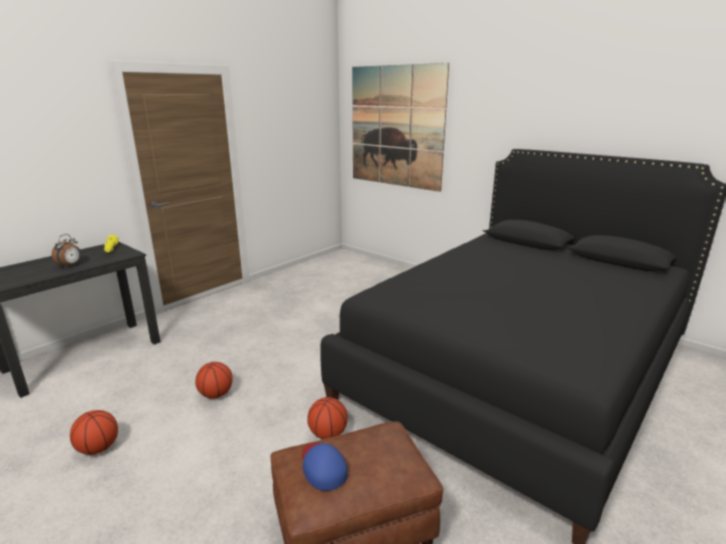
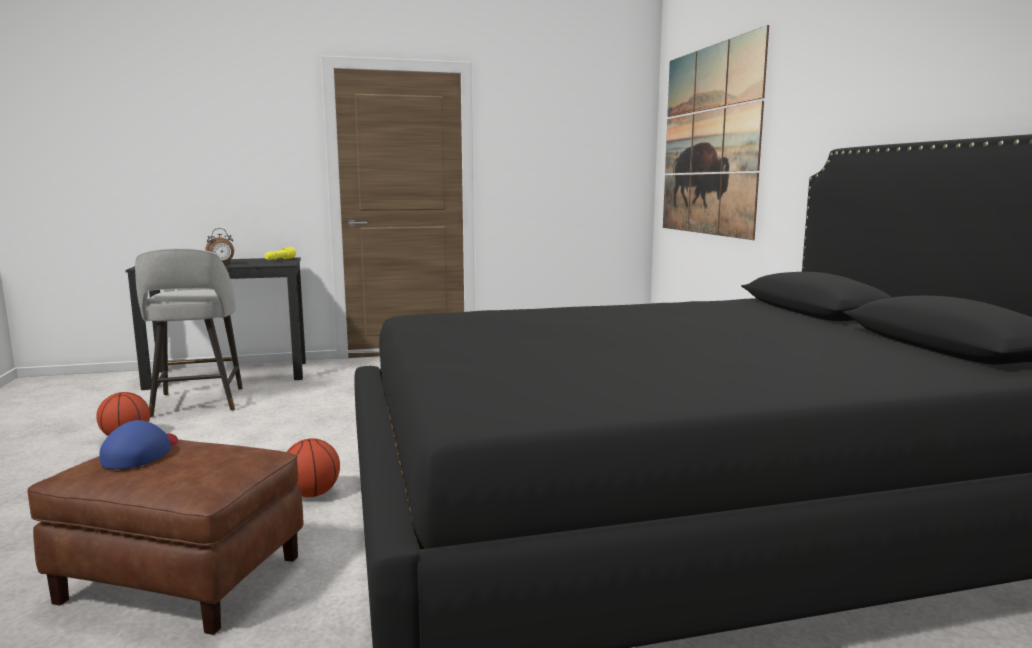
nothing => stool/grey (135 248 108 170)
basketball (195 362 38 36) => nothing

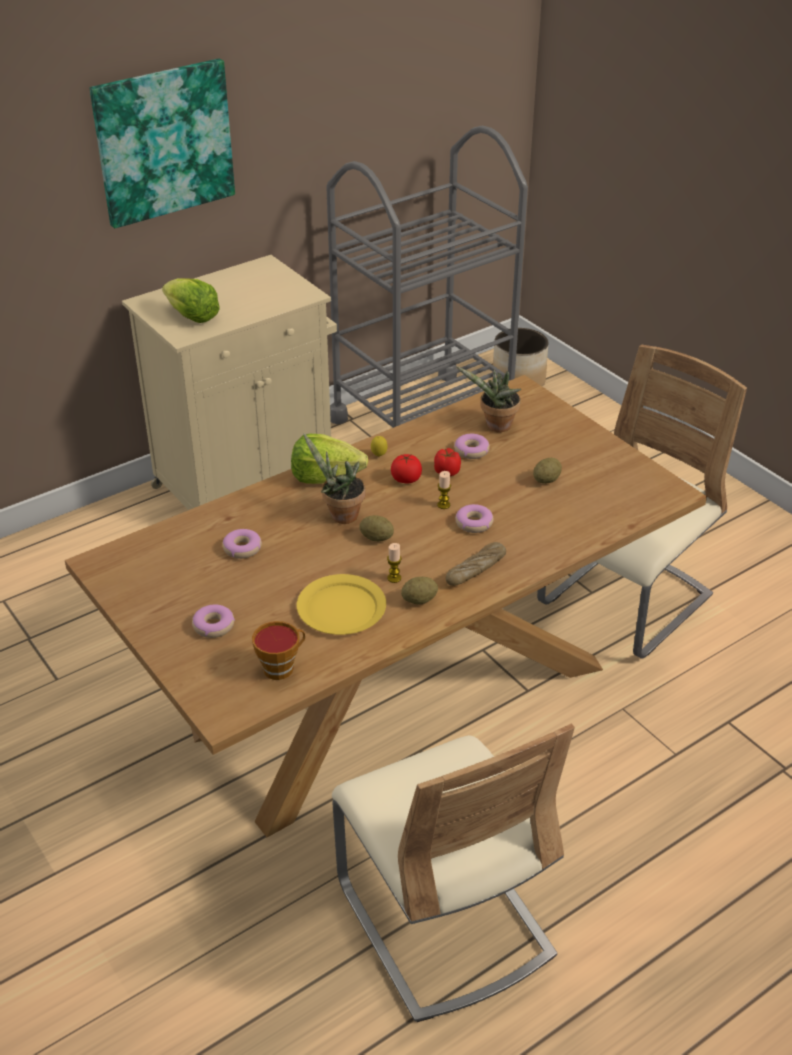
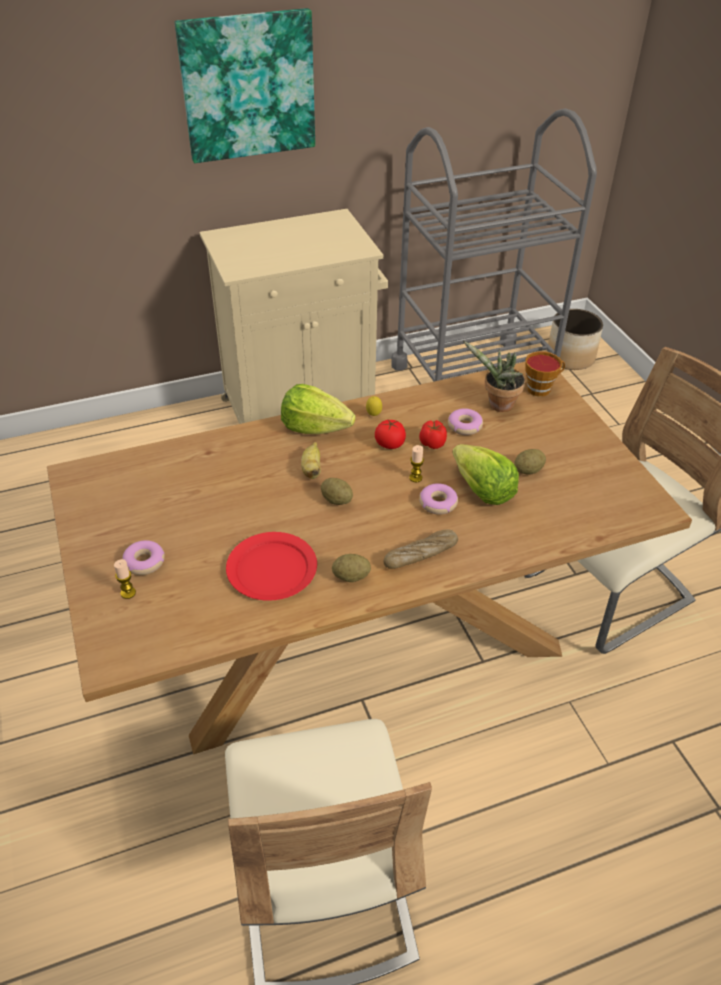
candle (387 543 15 40) => candle (114 559 22 40), shifted
plate/yellow (297 574 89 61) => plate/red (226 532 91 69)
potted plant (303 433 63 91) => banana (301 442 20 37)
lettuce (162 278 57 45) => lettuce (453 444 66 61), shifted
cup (252 621 53 59) => cup (526 351 39 46), shifted
donut (222 529 40 30) => nothing

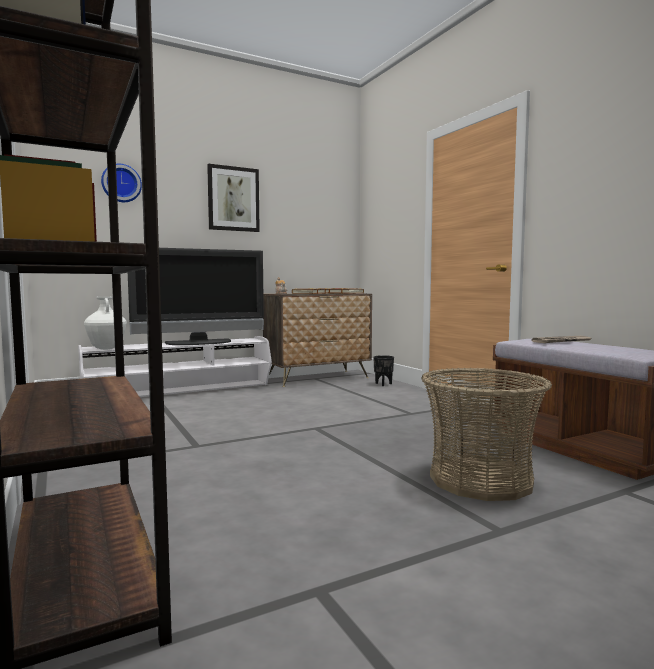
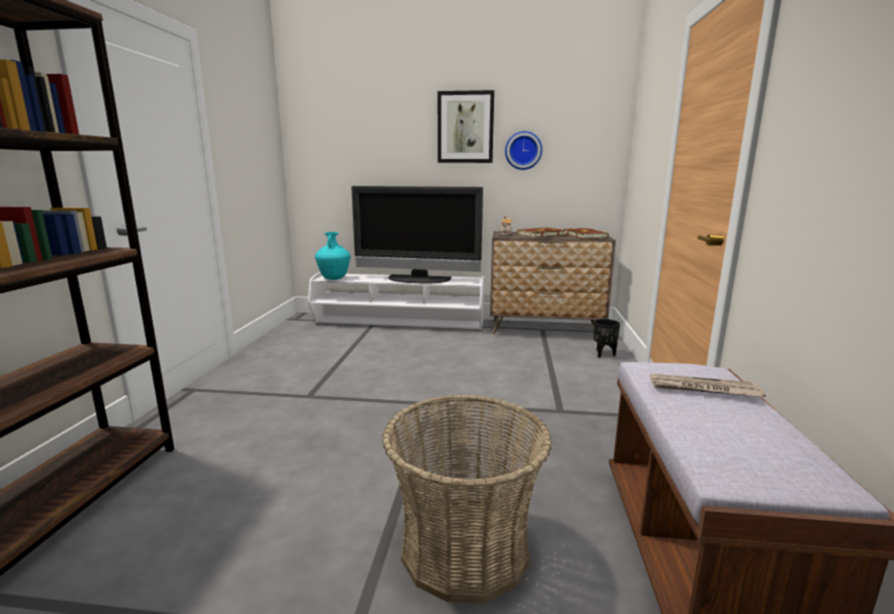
vase/white (84 296 43 54) => vase/turquoise (315 232 36 48)
wall clock (101 164 41 38) => wall clock (505 131 37 39), shifted

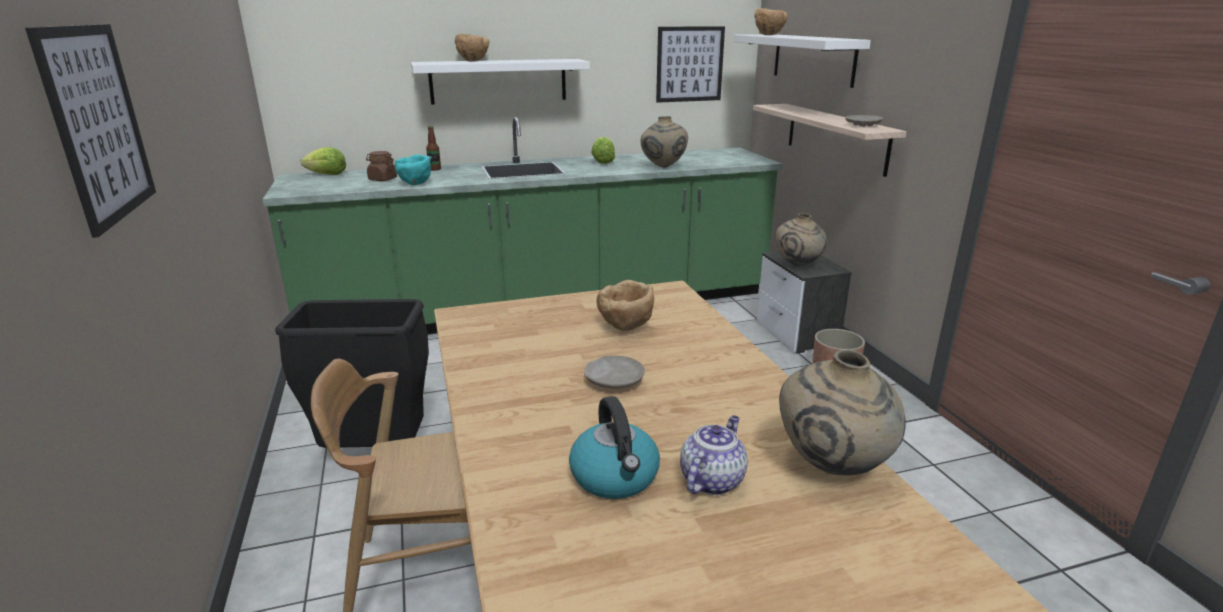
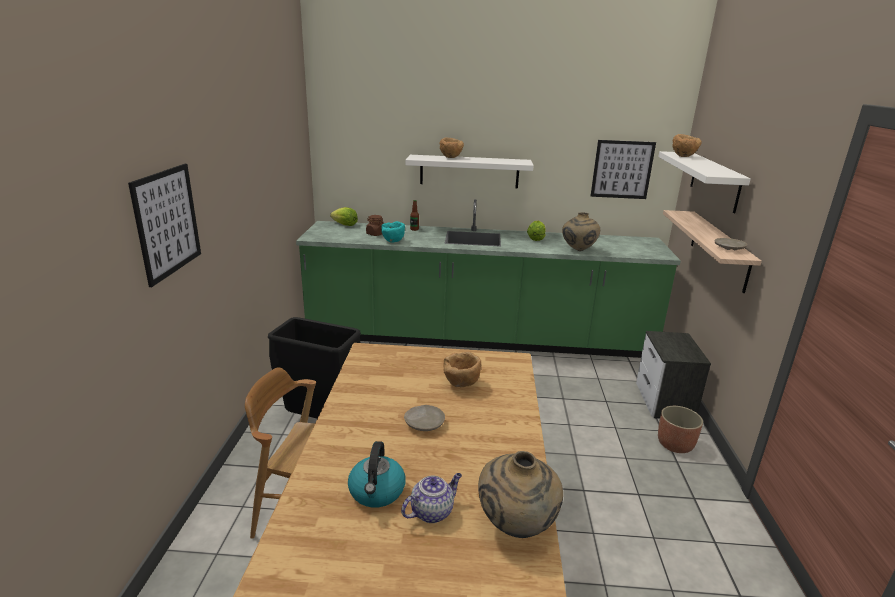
vase/beige (775 213 52 53) => nothing

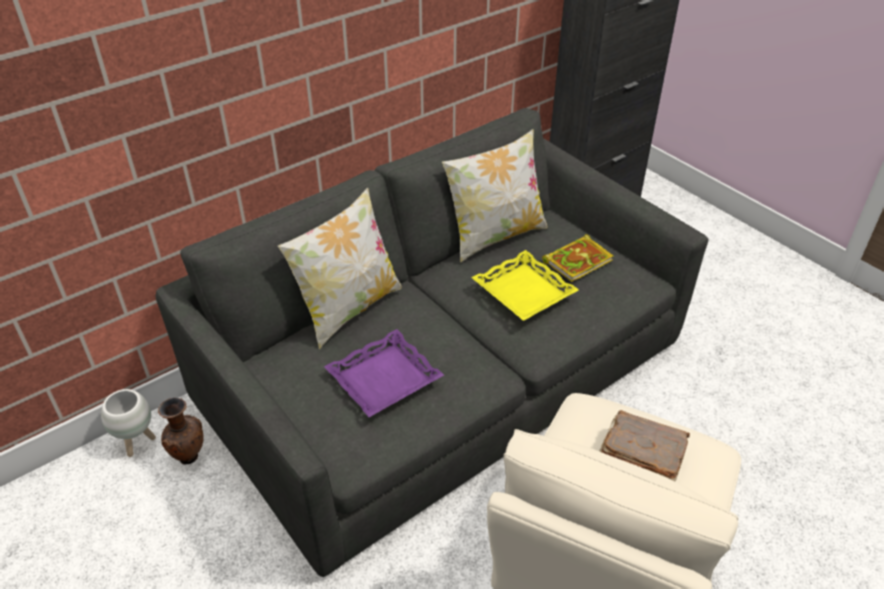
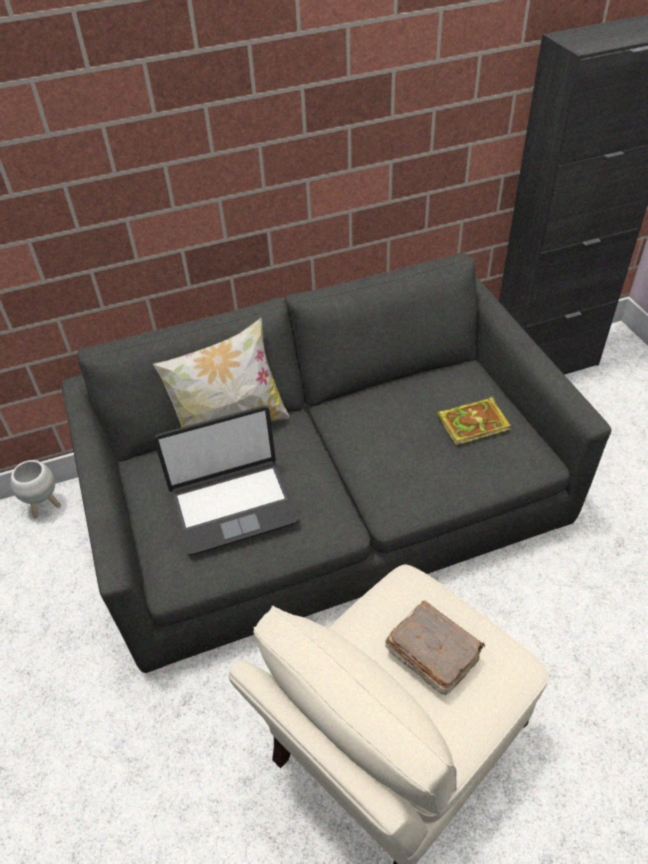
tray/purple (324 329 120 88) => laptop (154 406 145 149)
vase/brown (158 398 45 67) => nothing
pillow (442 129 106 133) => nothing
tray/yellow (471 250 108 71) => nothing

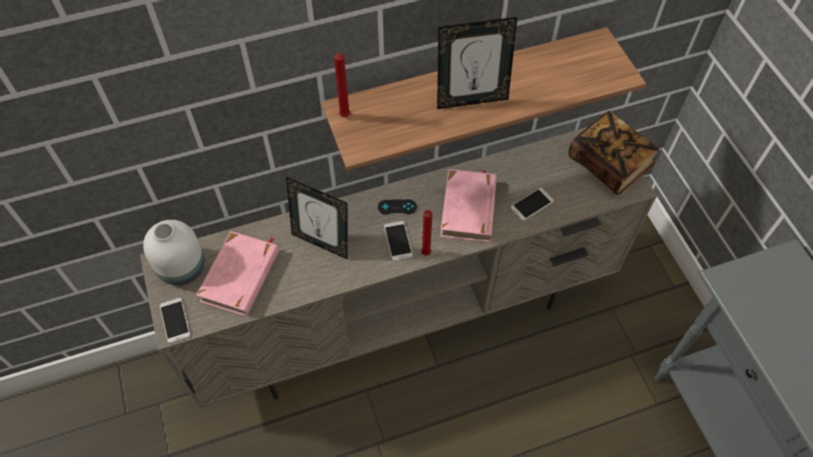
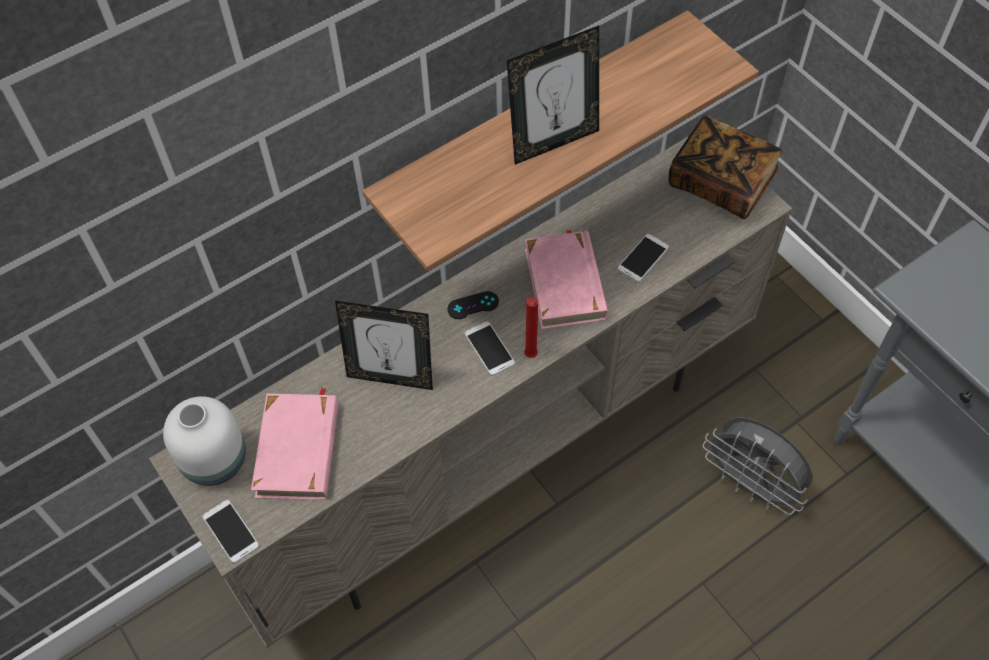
nothing => fan/grey (702 417 111 98)
candle/red (334 53 16 64) => nothing

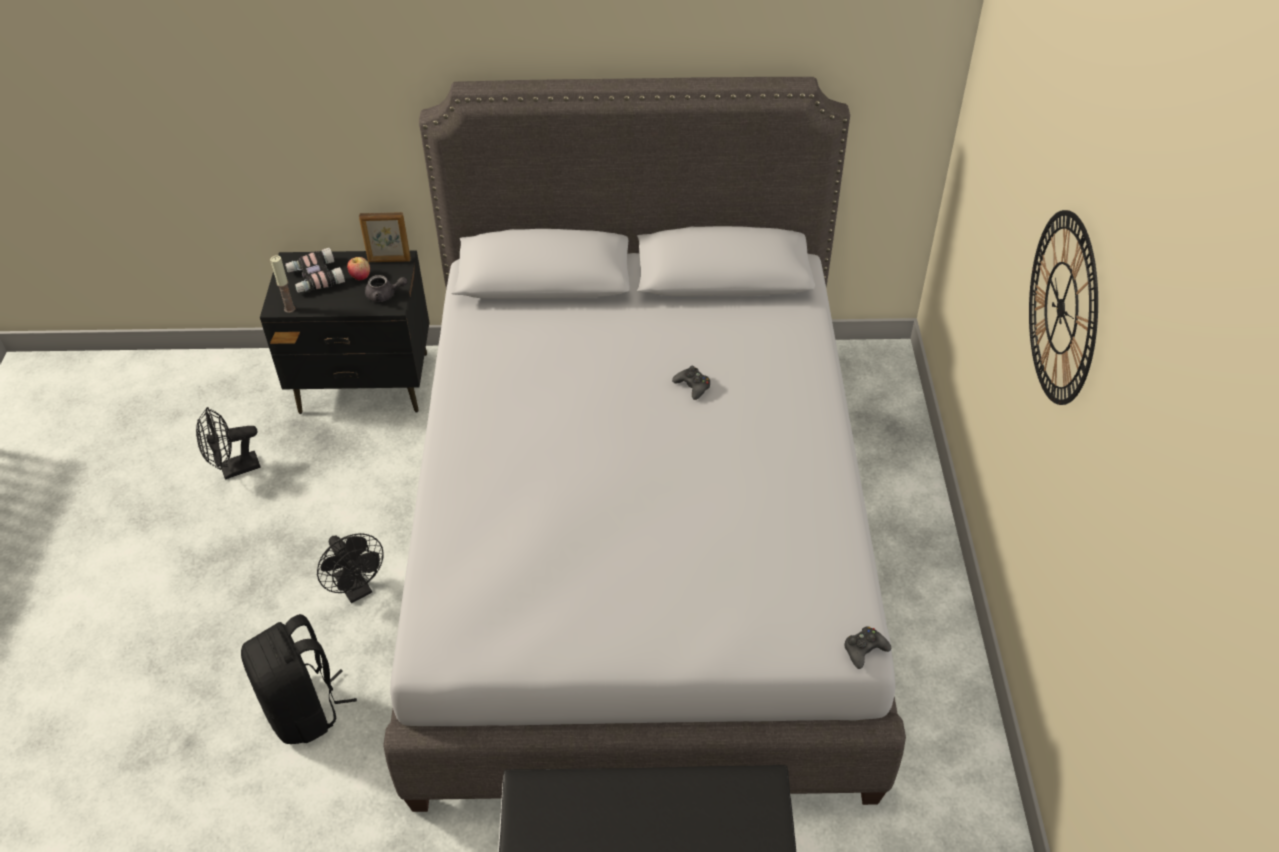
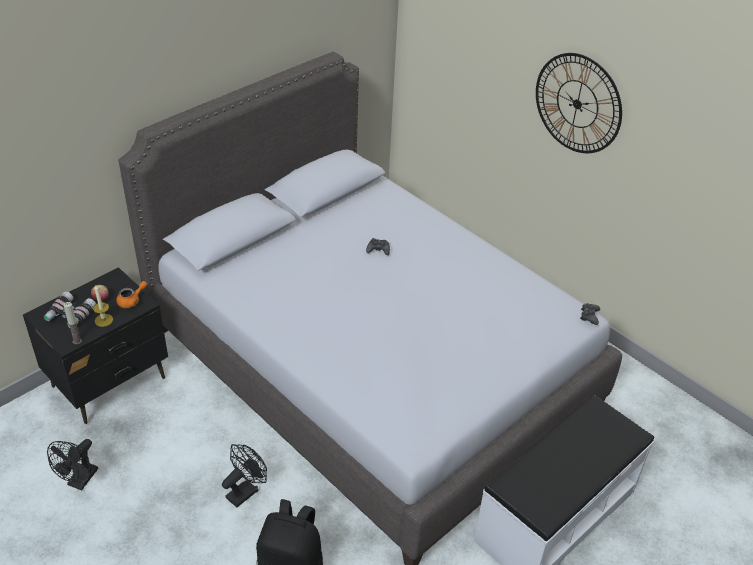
nothing => candle (93 285 20 42)
teapot/grey (365 275 43 27) => teapot/orange (116 281 31 27)
fan/black (317 533 67 70) => fan/black (222 444 45 64), 60 degrees counterclockwise
picture frame (359 212 52 50) => nothing

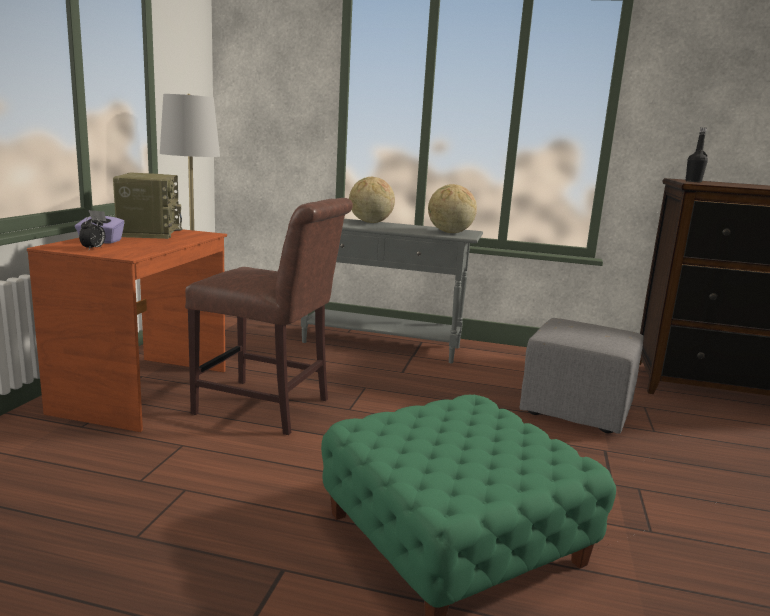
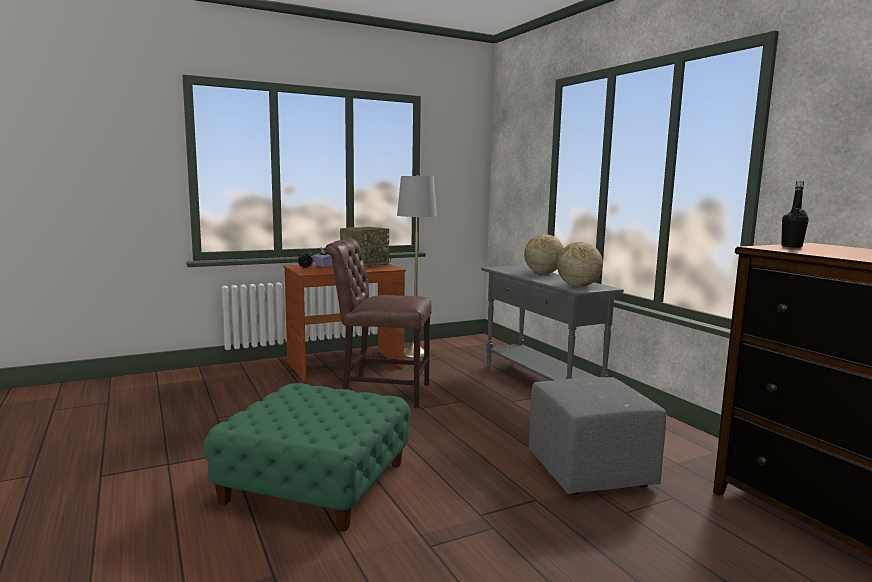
chair/brown (185 198 168 237) => chair/brown (326 238 106 170), 120 degrees clockwise

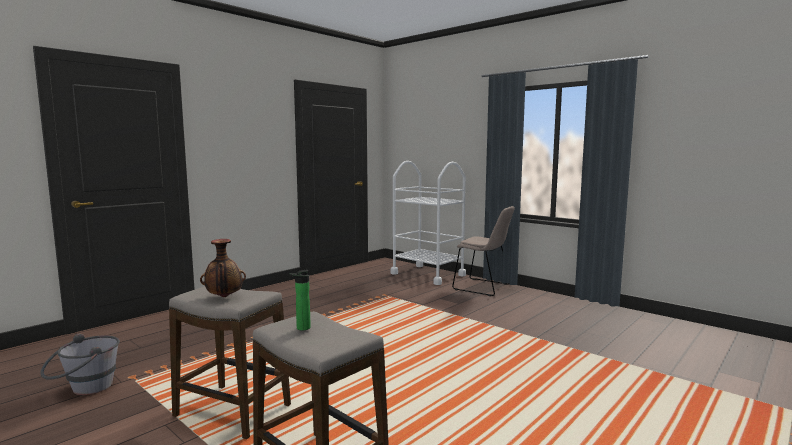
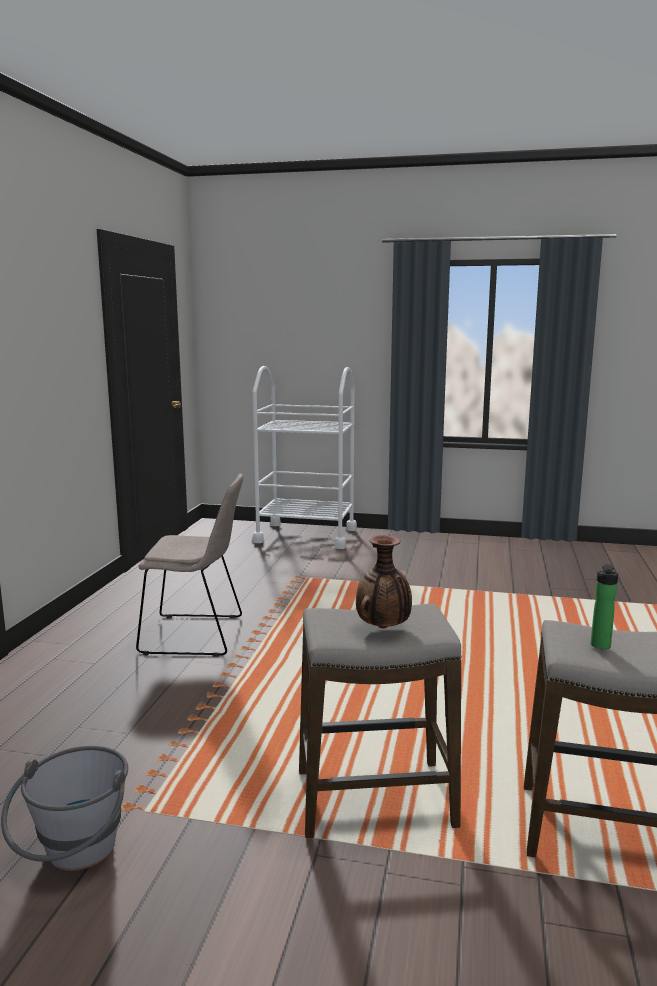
chair/beige (452 206 63 90) => chair/beige (136 474 107 183), shifted

